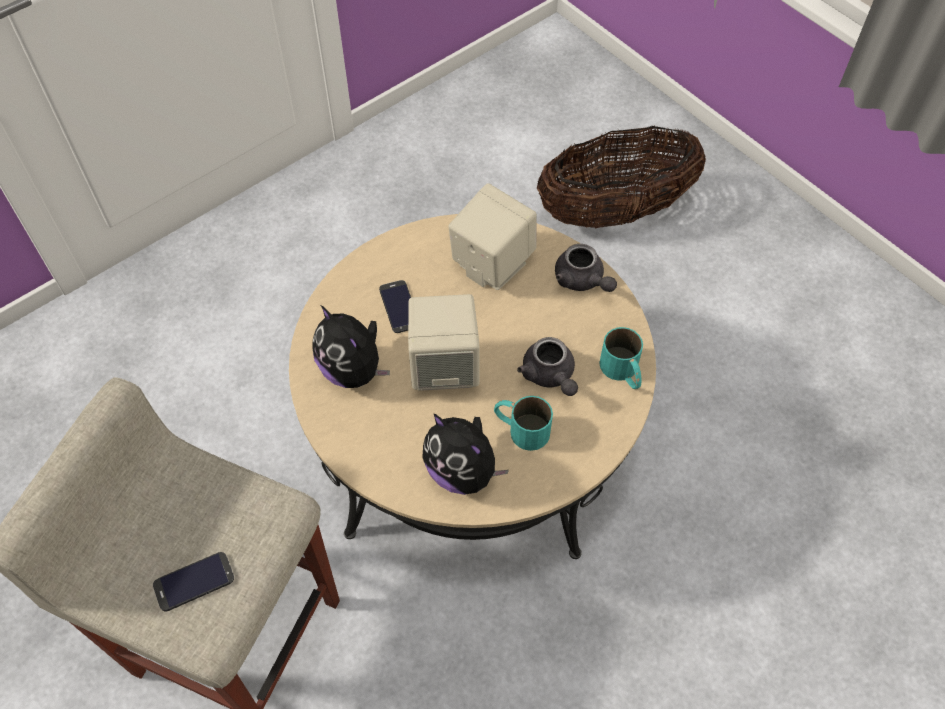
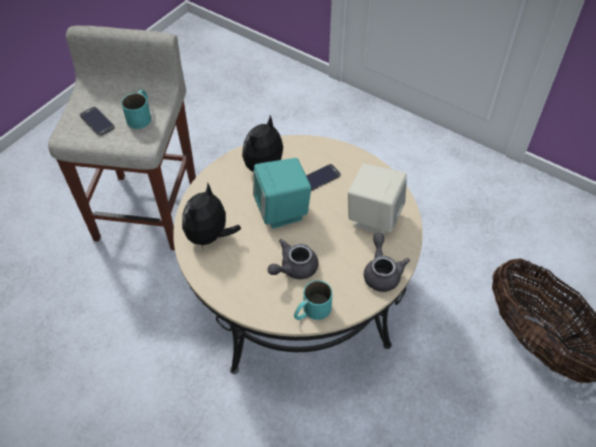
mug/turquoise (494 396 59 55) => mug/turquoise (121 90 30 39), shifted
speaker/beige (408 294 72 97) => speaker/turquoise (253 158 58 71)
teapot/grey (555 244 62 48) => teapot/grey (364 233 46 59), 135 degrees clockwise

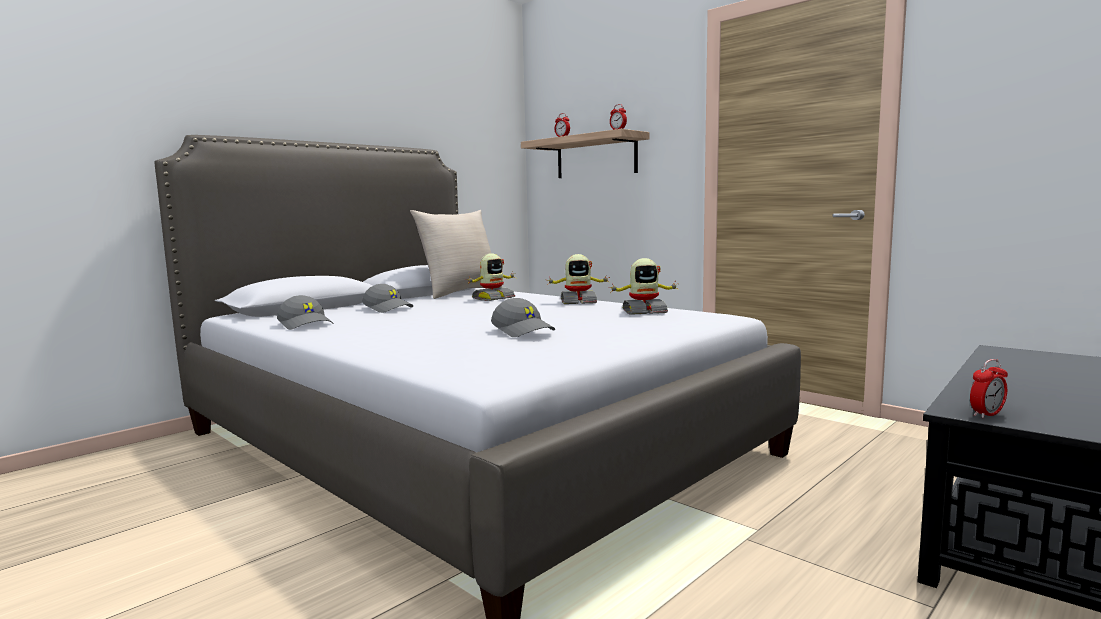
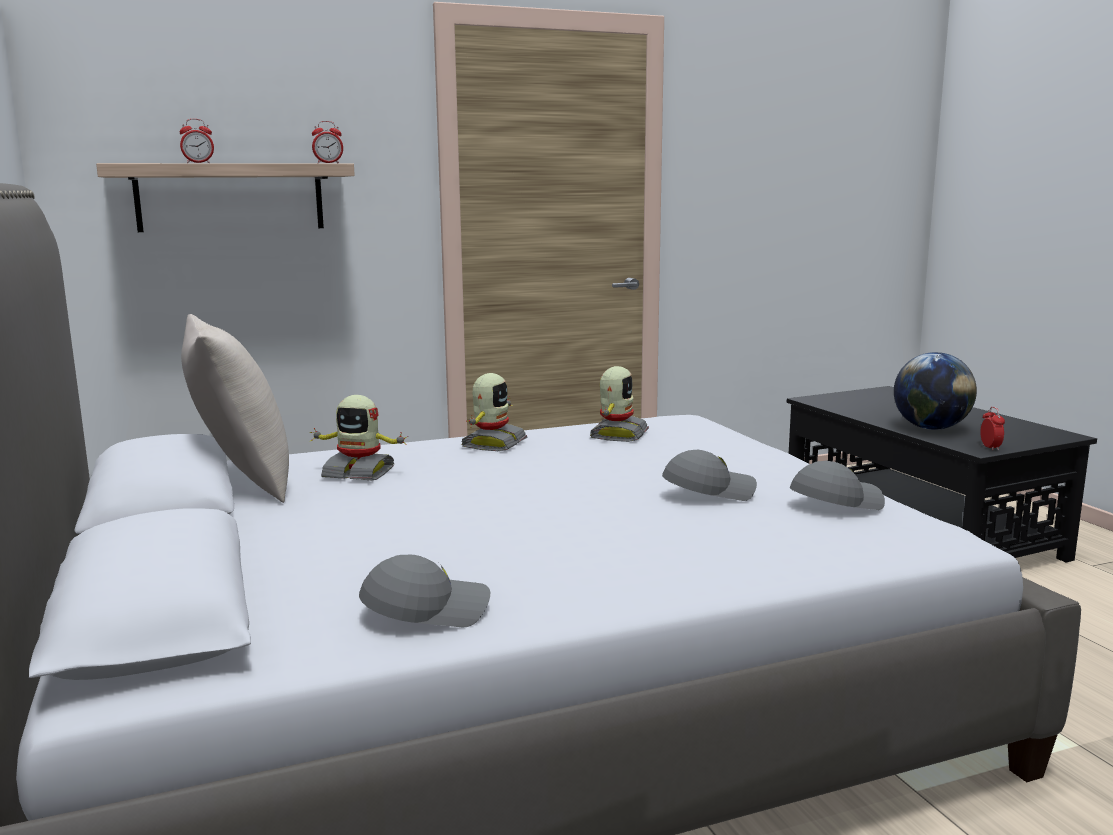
toy robot (467 253 49 48) => toy robot (309 395 100 85), 120 degrees clockwise
cap/grey (362 284 51 29) => cap/grey (790 461 95 49), shifted
nothing => globe (894 352 83 78)

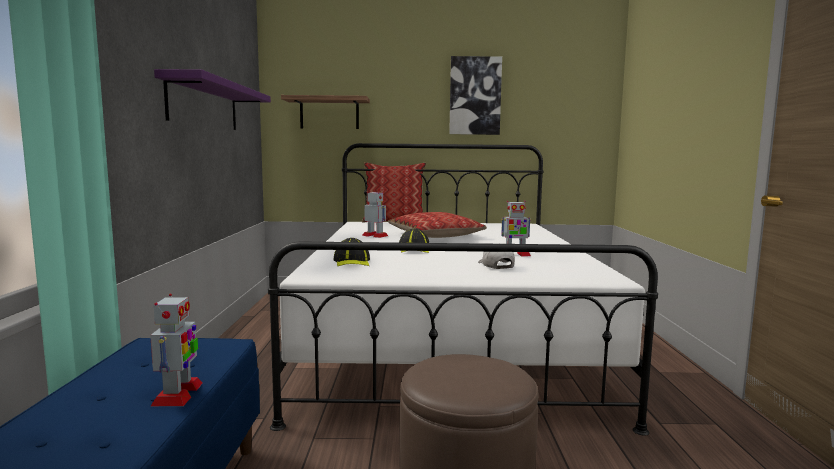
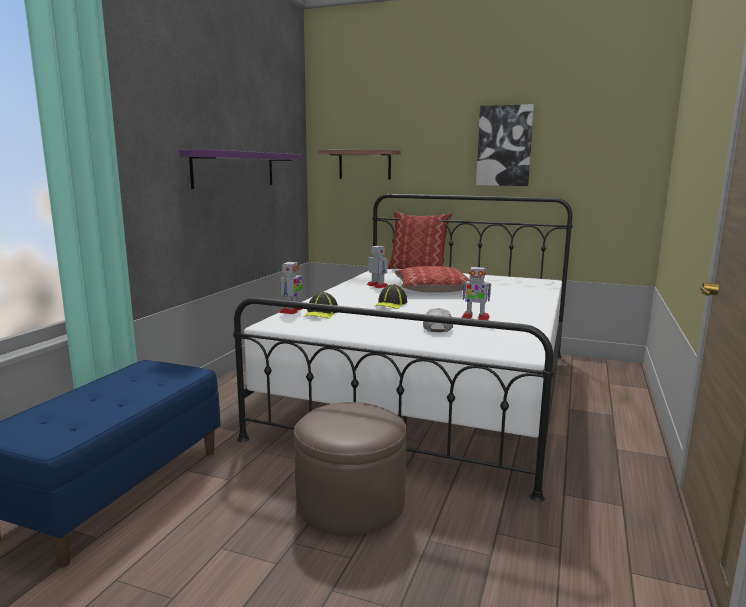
toy robot (150 294 53 112) => toy robot (279 260 23 54), shifted

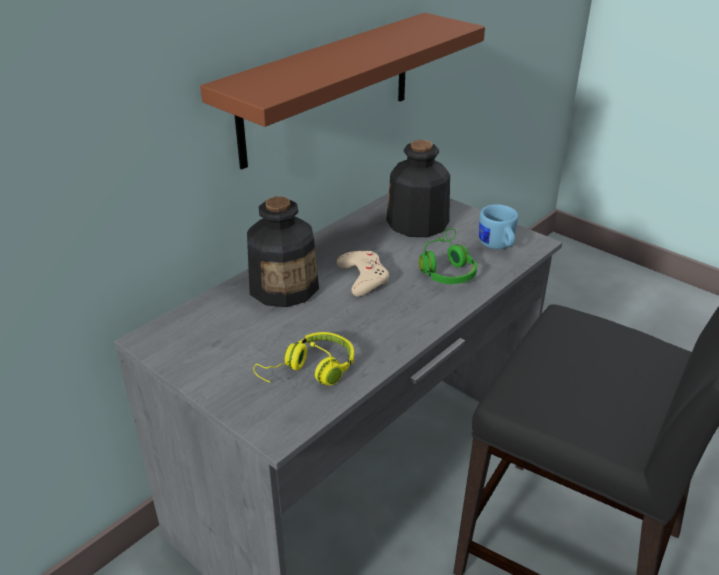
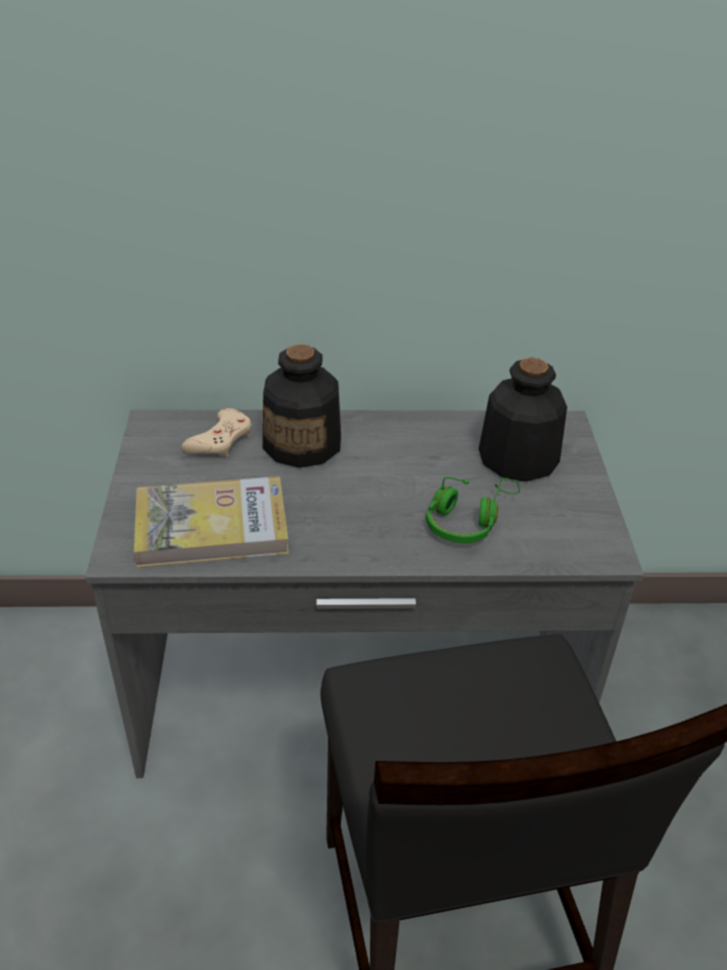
headphones/yellow (253 332 101 54) => book (134 476 155 91)
game controller/beige (336 251 53 46) => game controller/beige (181 408 71 49), shifted
shelf/brown (200 13 285 156) => nothing
mug/blue (479 204 39 45) => nothing

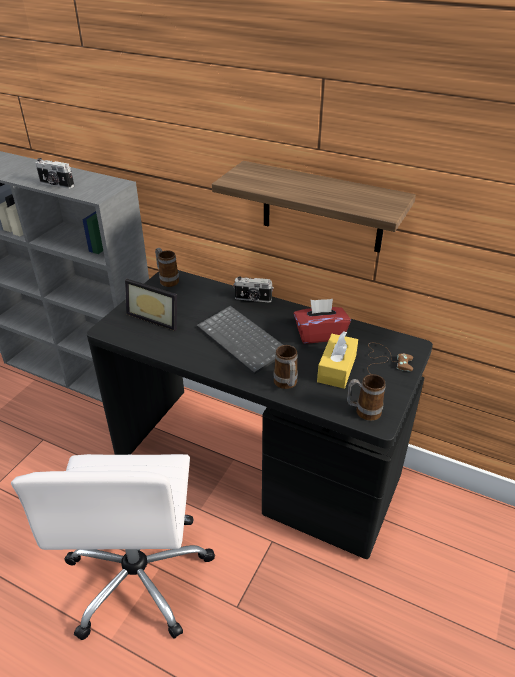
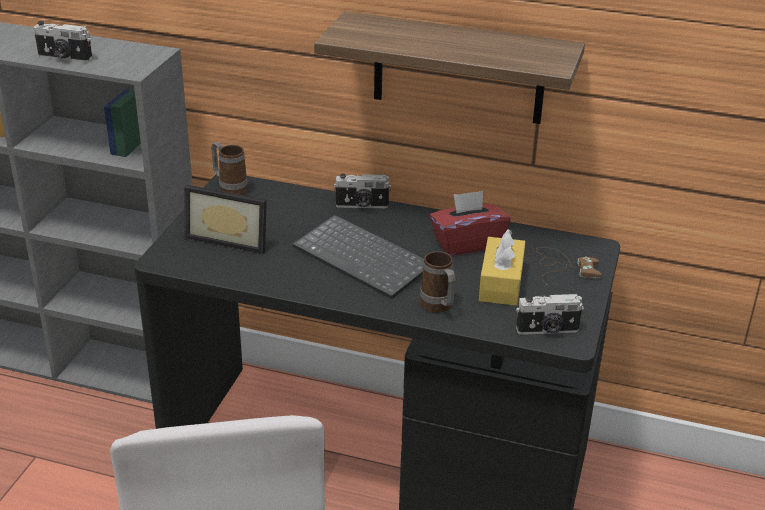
mug (347 374 39 47) => photo camera (516 294 68 41)

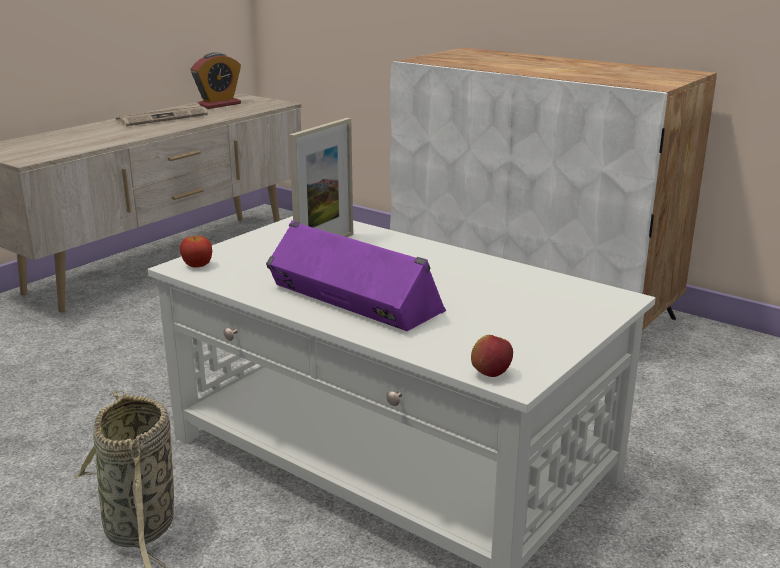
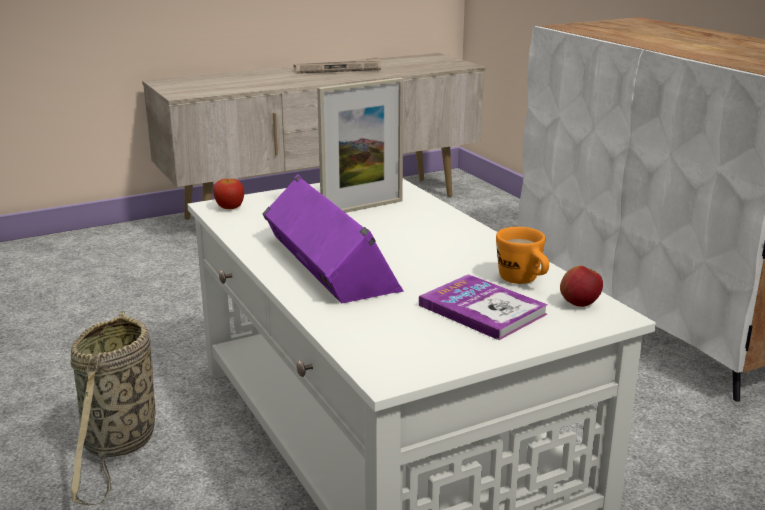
nothing => book (419 274 129 66)
nothing => mug/orange (496 227 53 57)
apple (471 335 42 42) => apple (560 265 43 42), shifted
alarm clock (191 52 50 57) => nothing

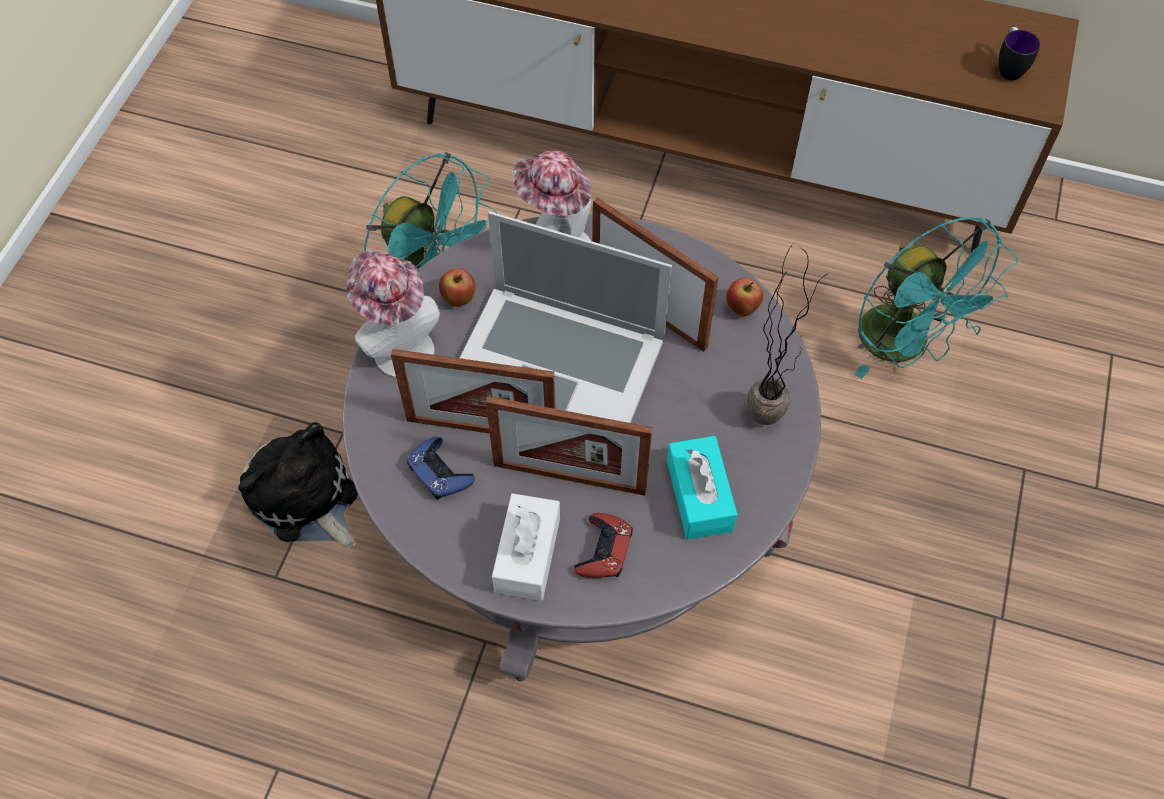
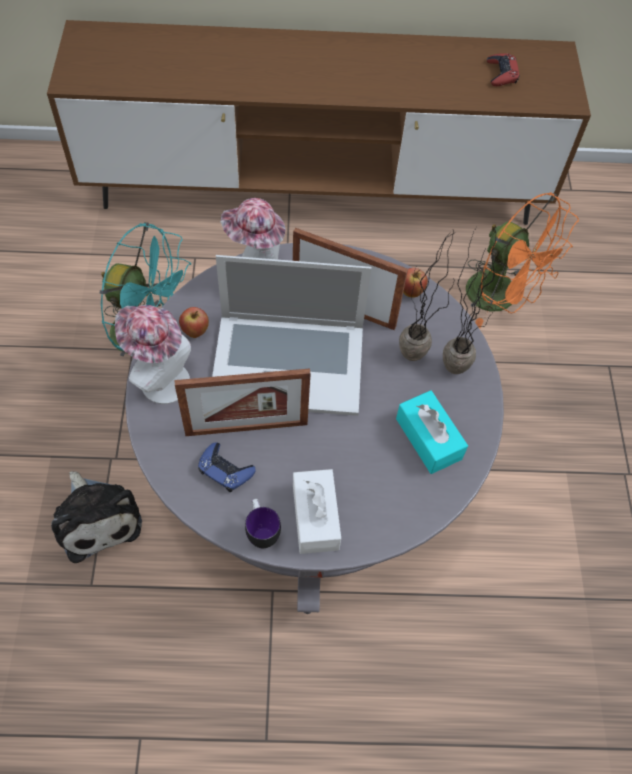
plush toy (239 422 119 126) => plush toy (51 471 91 92), 150 degrees counterclockwise
mug (999 27 41 53) => mug (245 499 36 49), shifted
nothing => potted plant (399 230 57 131)
fan/turquoise (854 217 164 162) => fan/orange (466 192 113 136)
game controller/red (574 513 59 65) => game controller/red (487 53 33 33), shifted
picture frame (486 396 167 100) => nothing

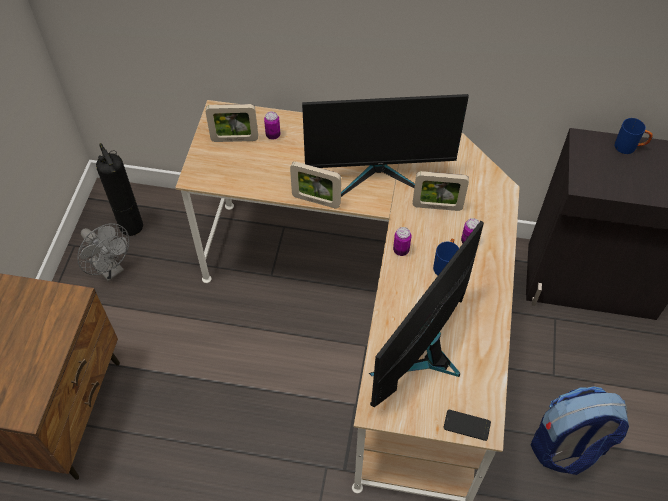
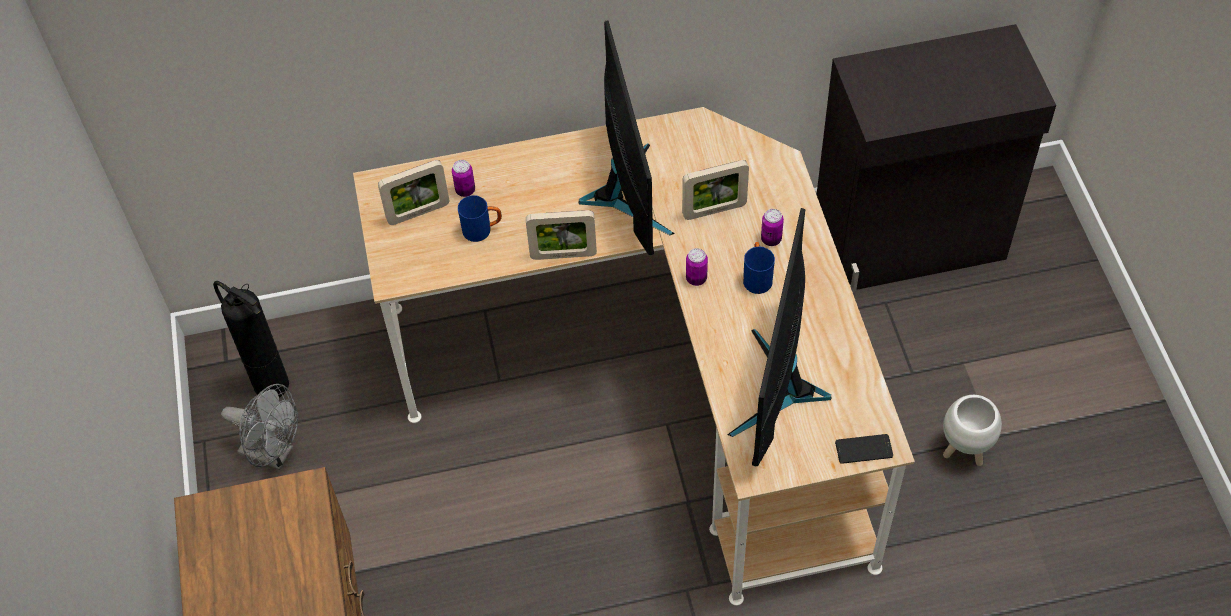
mug/blue (614 118 39 36) => mug/blue (458 195 44 47), shifted
monitor (302 94 167 103) => monitor (578 21 97 234), 75 degrees counterclockwise
backpack (531 386 98 89) => planter/white (943 395 59 71)

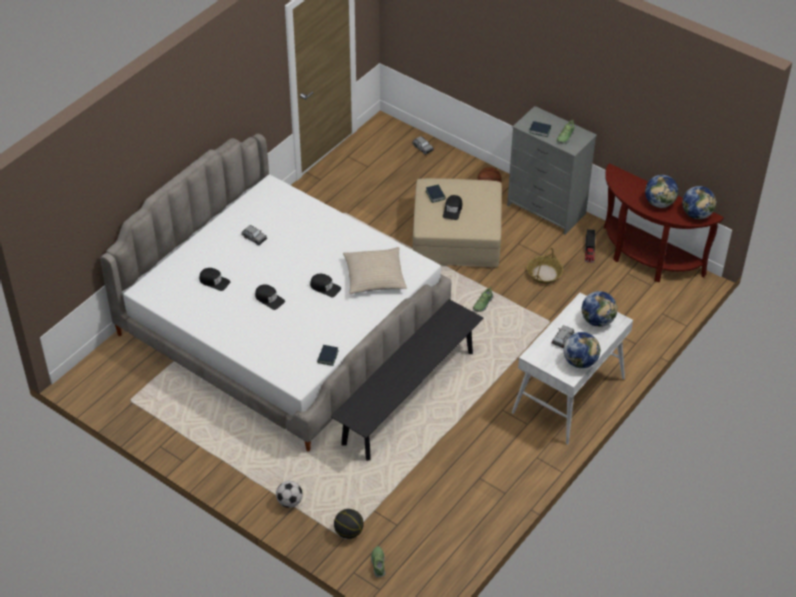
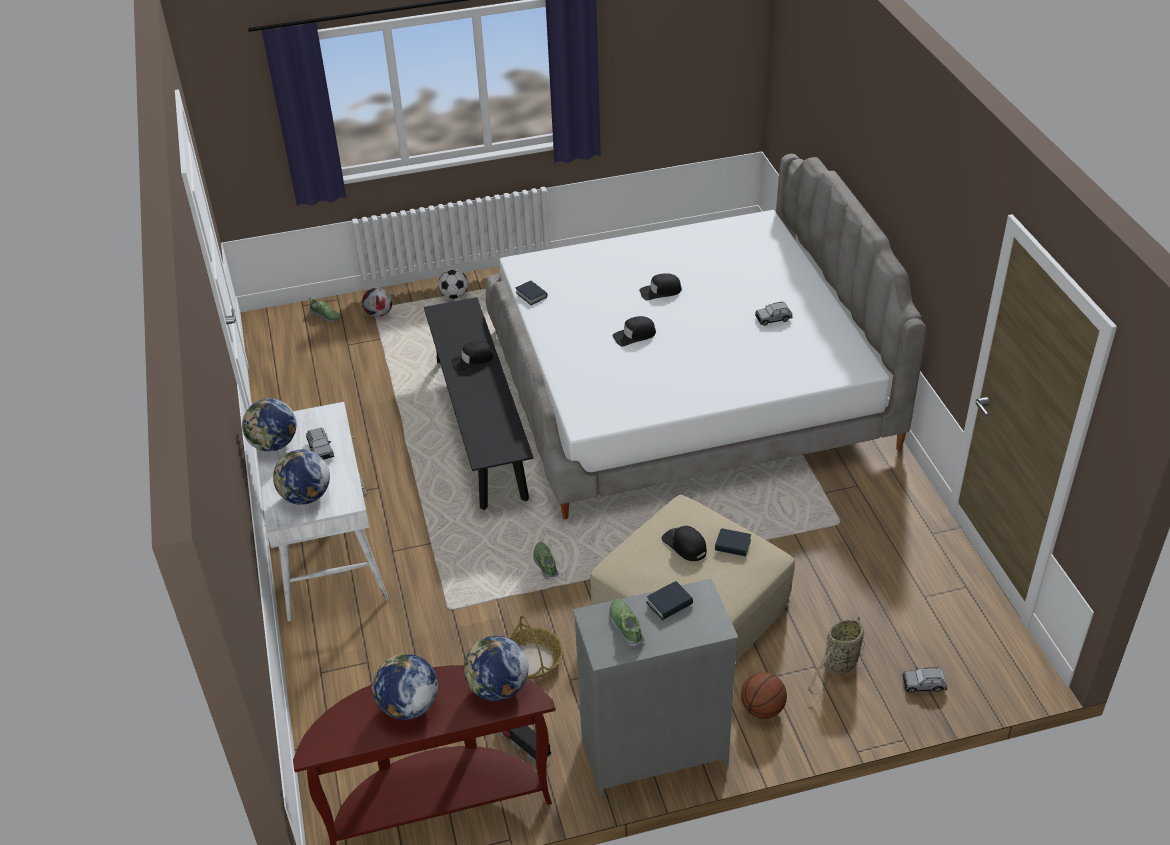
basketball (334 509 30 30) => football (362 288 30 30)
cap/black (199 268 31 23) => cap/black (451 341 43 31), shifted
globe (682 186 35 33) => globe (464 636 65 65), shifted
nothing => basket (808 615 57 80)
pillow/beige (343 247 64 47) => nothing

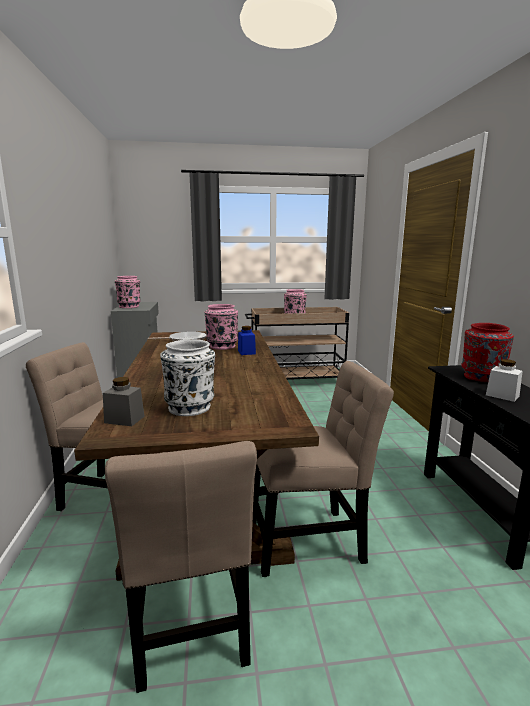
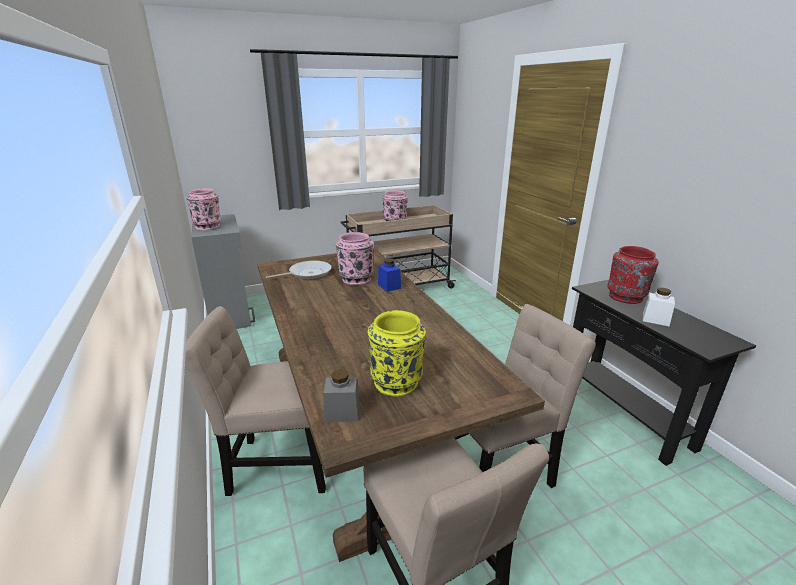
vase/white (160 339 55 77) => vase/yellow (368 310 58 86)

